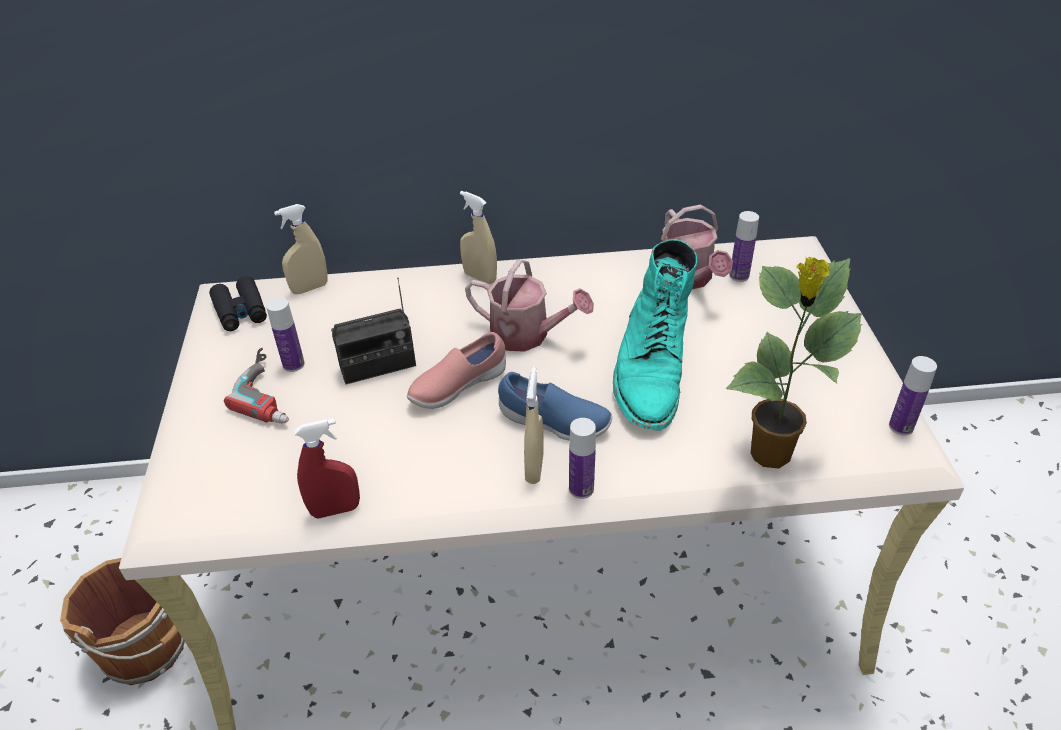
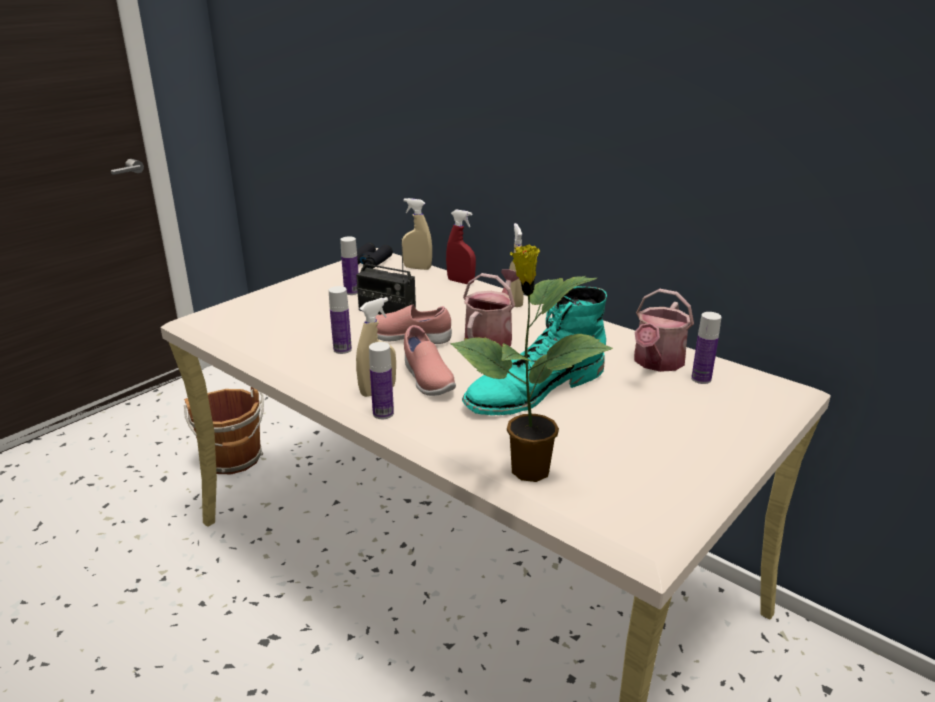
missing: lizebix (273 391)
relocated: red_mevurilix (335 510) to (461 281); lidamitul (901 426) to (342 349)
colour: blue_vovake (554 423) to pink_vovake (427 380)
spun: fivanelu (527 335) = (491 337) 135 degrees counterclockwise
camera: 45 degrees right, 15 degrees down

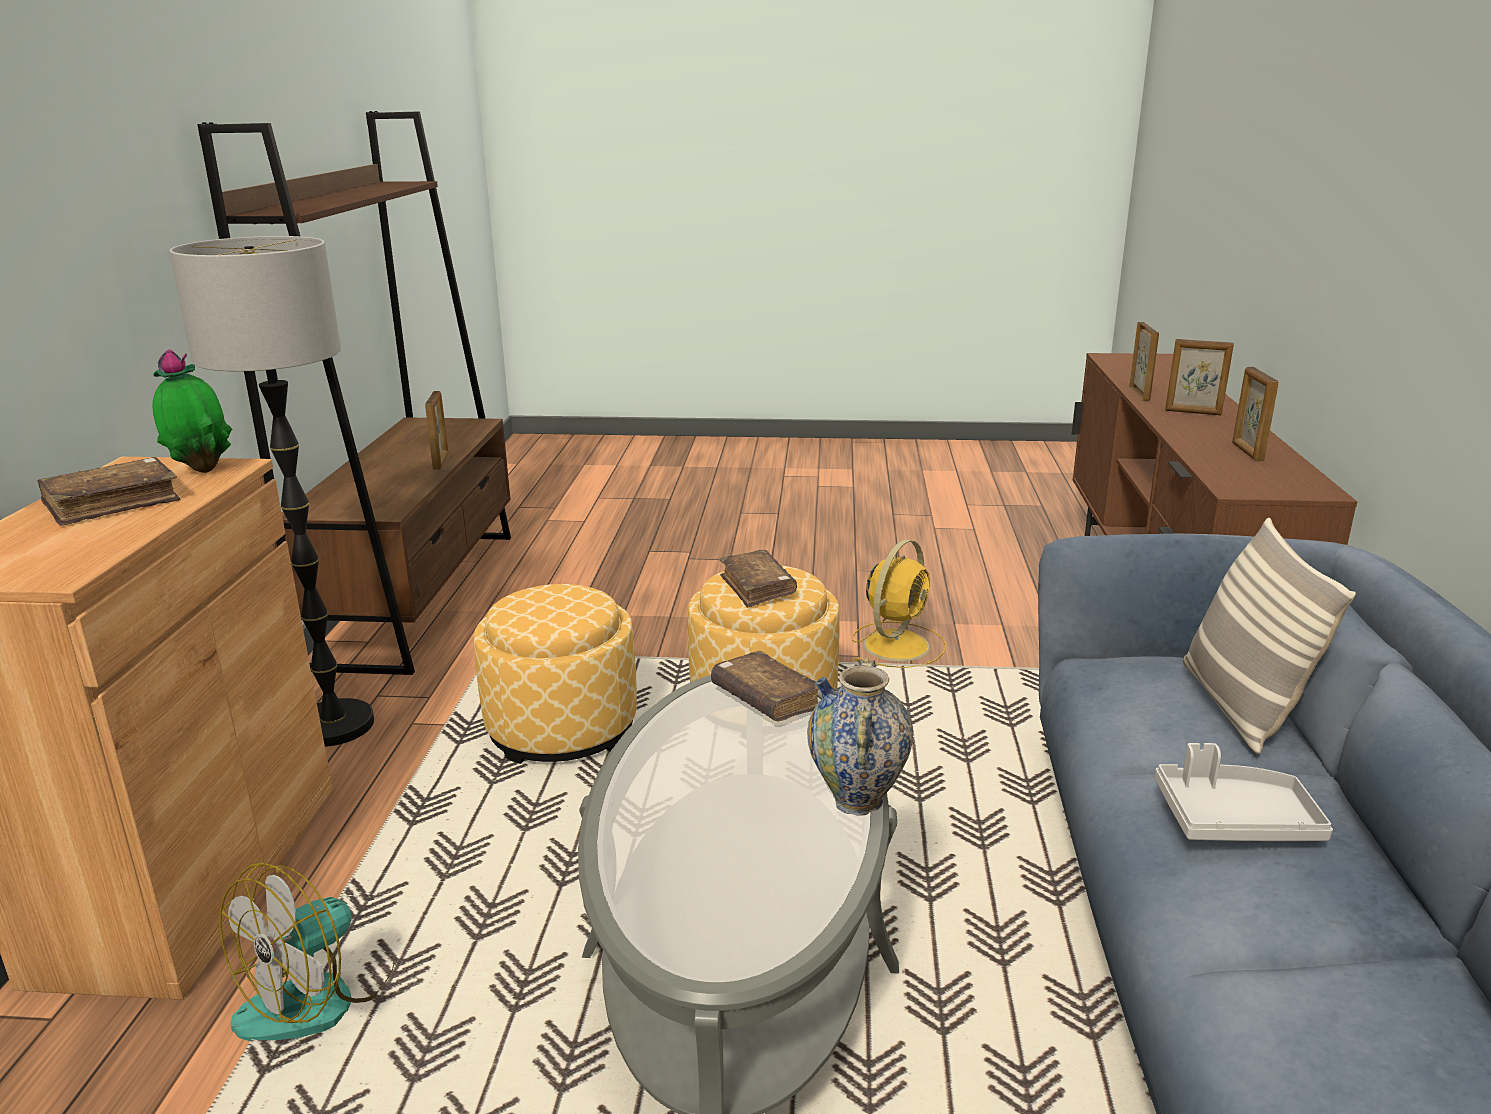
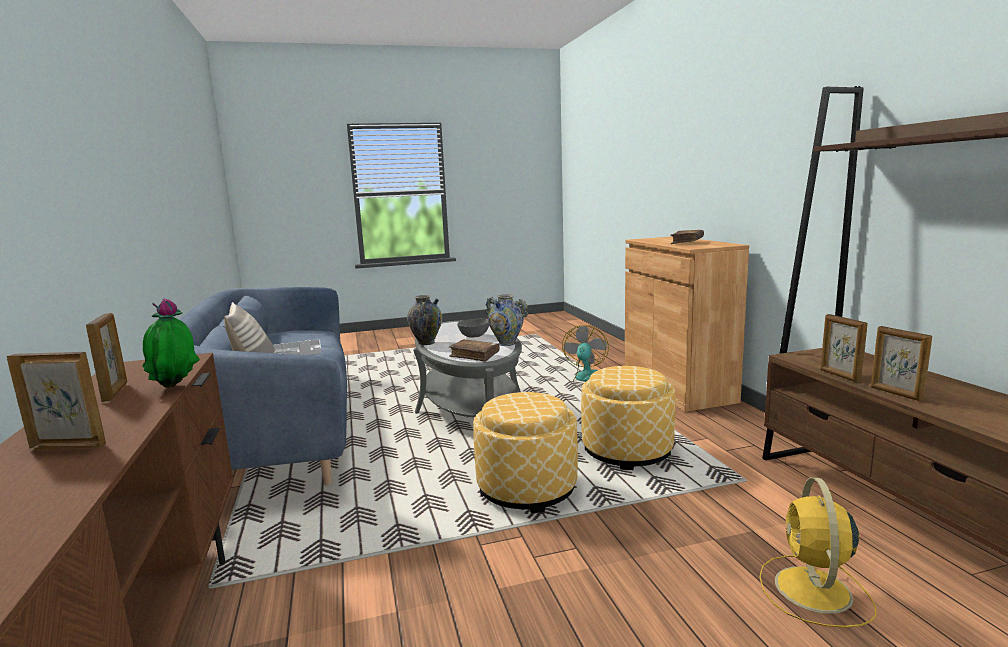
missing: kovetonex (334 725); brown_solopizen (757 587)
appeared: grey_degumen (475 336); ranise (507 343)
relocated: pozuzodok (201 470) to (175 387); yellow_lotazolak (898 644) to (813 591); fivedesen (1139 394) to (839 375)
camera: 160 degrees right, 10 degrees down

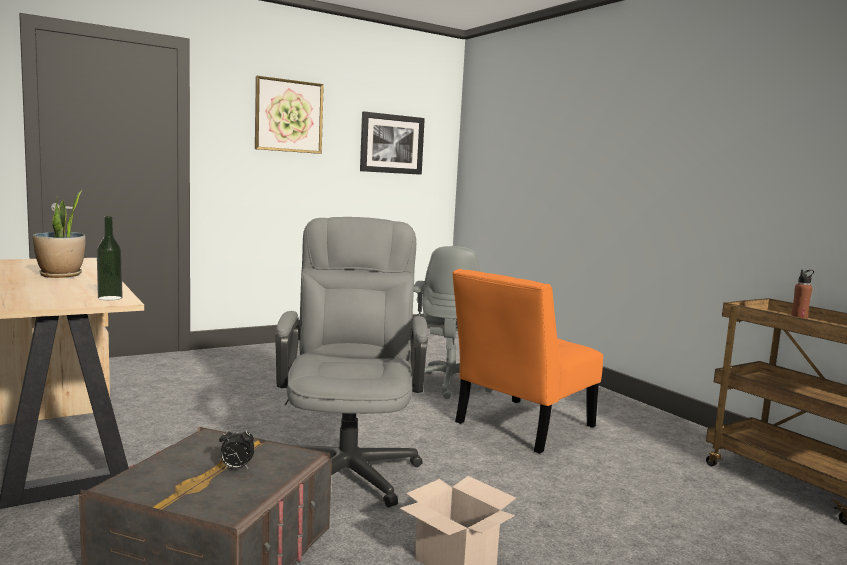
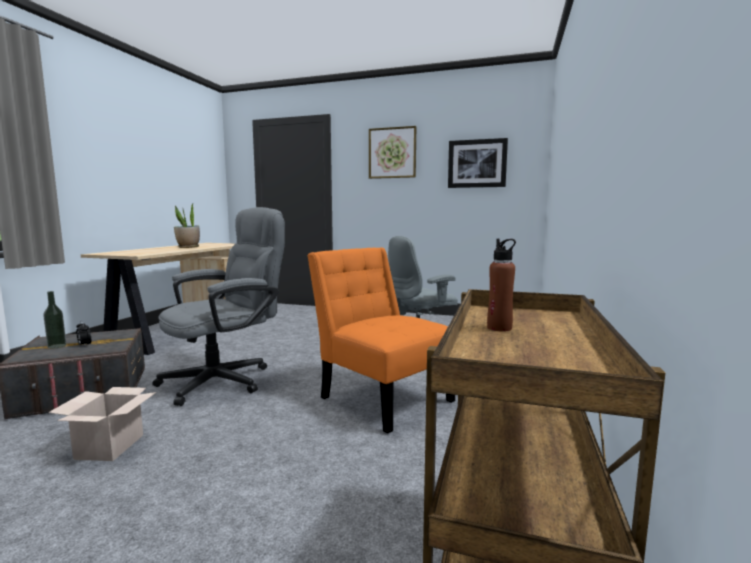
relocated: lidamitul (110 298) to (57 346)
spun: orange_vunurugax (520 427) = (382 397) 45 degrees clockwise
camera: 50 degrees right, 0 degrees up

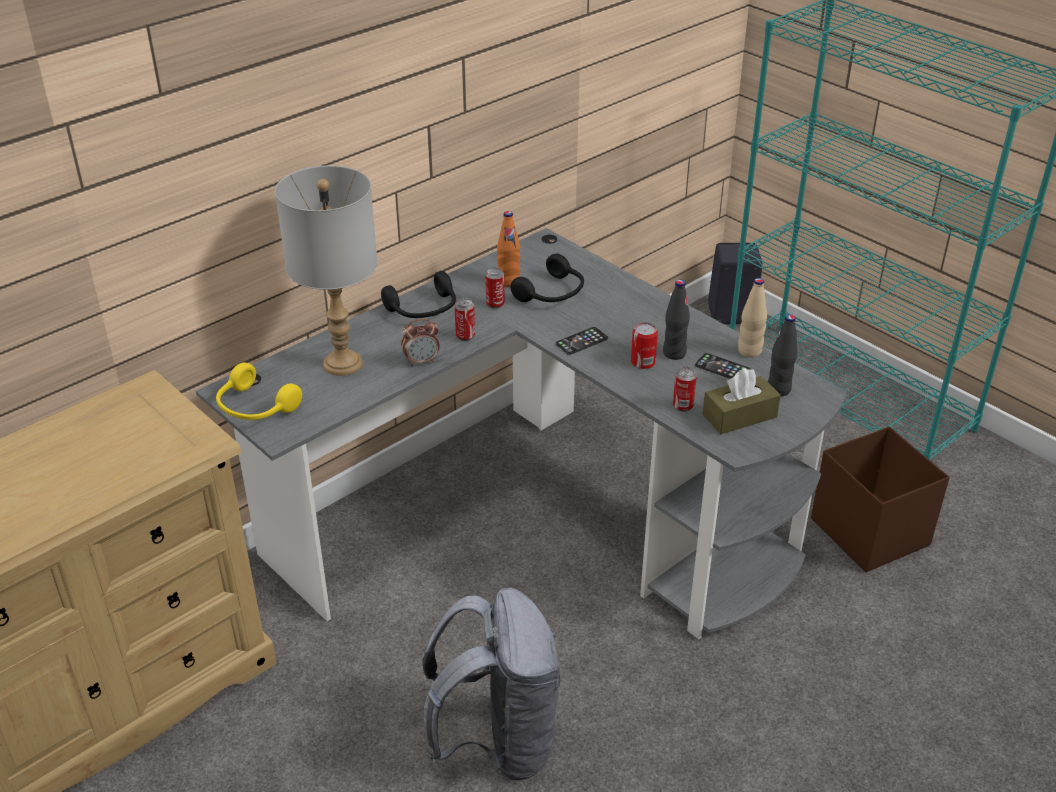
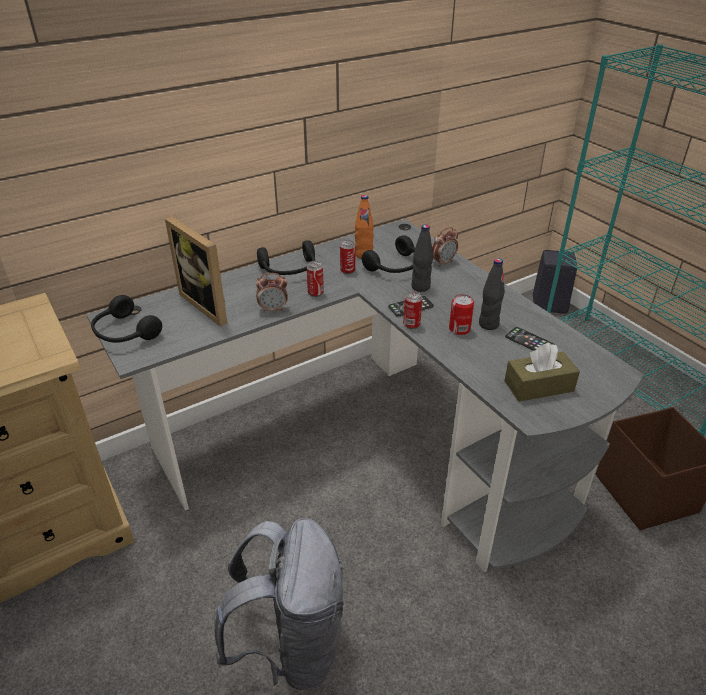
missing: beige_lidamitul (749 351)
appeared: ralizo (443 262)
relocated: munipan (683 406) to (411 324); black_lidamitul (778 389) to (420 287)
exchanged: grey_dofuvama (343 363) to fivedesen (210 305)
colour: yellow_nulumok (254 408) to black_nulumok (124 333)
camera: 10 degrees right, 0 degrees up

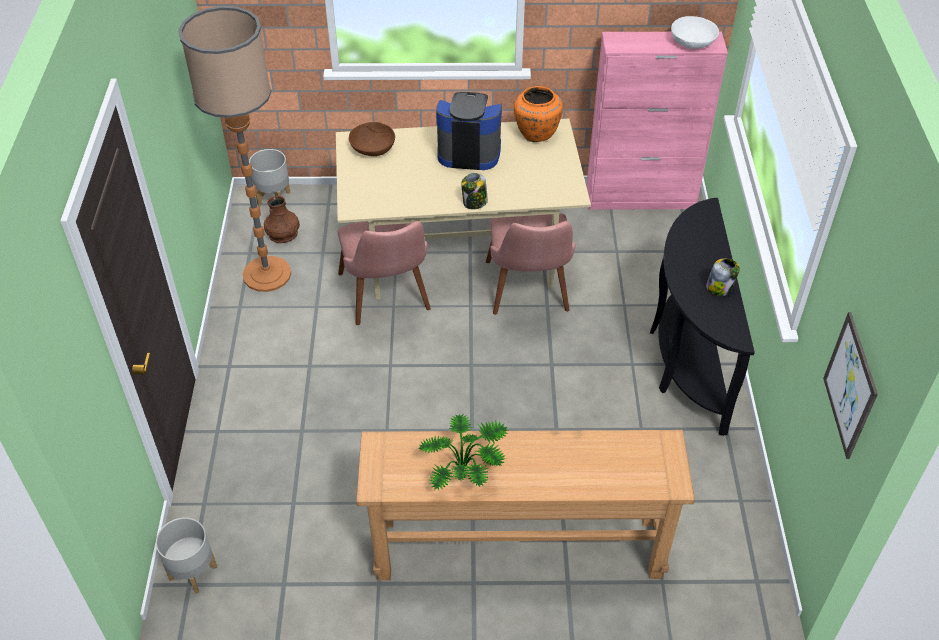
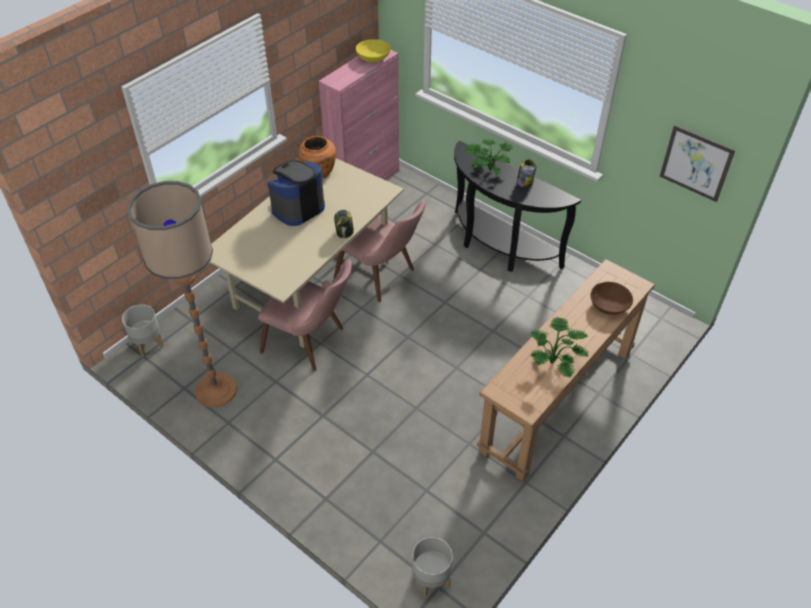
missing: brown_ranise (283 234)
appeared: pozuzodok (486 170)
relocated: brown_degumen (372 148) to (609 305)
colour: white_degumen (693 42) to yellow_degumen (373 57)
camera: 50 degrees left, 0 degrees up

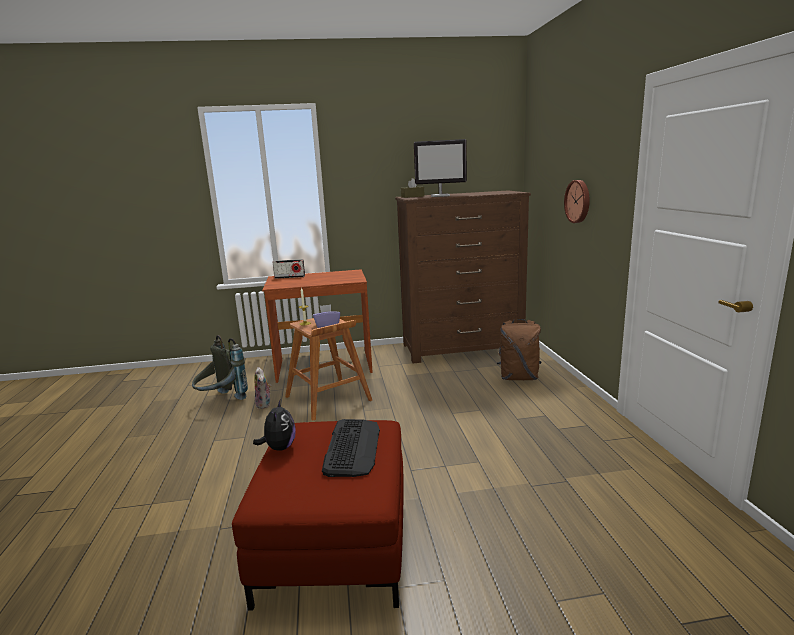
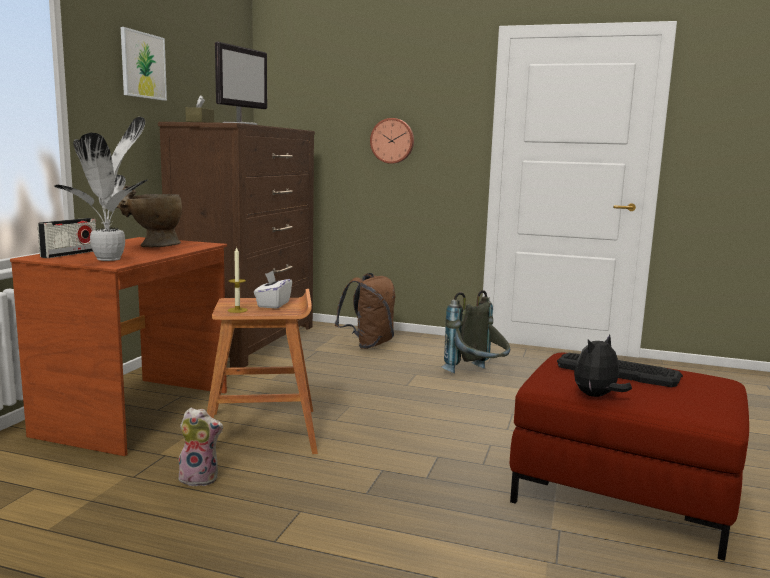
appeared: pozuzodok (111 259); beige_ranise (153 246); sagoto (143 65)
relocated: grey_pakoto (221 401) to (477 376)
colour: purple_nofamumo (327 325) to white_nofamumo (273 304)
spun: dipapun (279 448) = (597 396) 60 degrees counterclockwise
camera: 65 degrees left, 5 degrees down

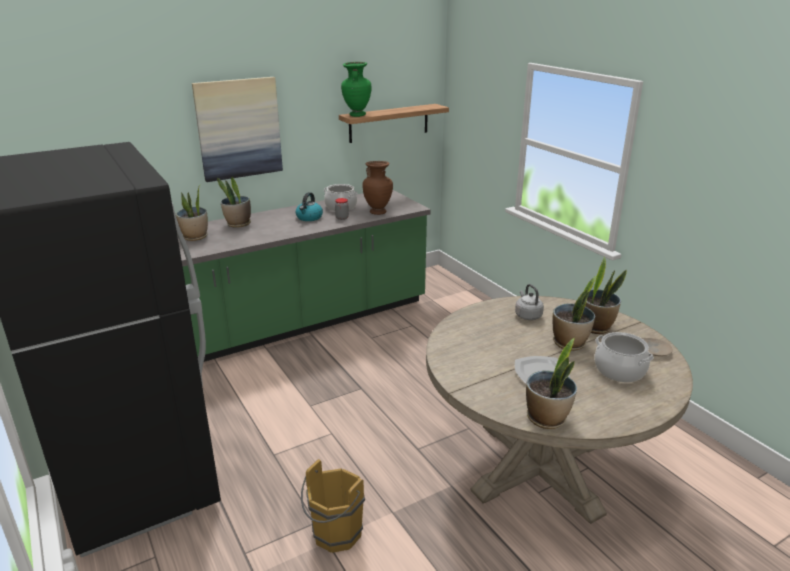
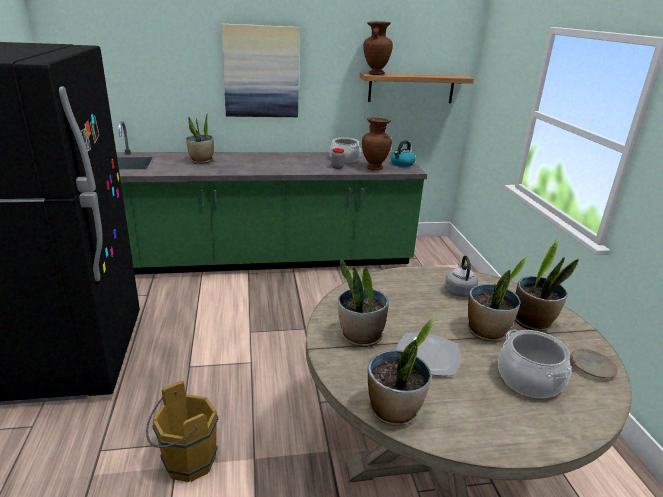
relocated: pozuzodok (238 224) to (360 337); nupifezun (309 218) to (402 164)
colour: green_ranise (357 115) to brown_ranise (375 74)
camera: 20 degrees right, 0 degrees up

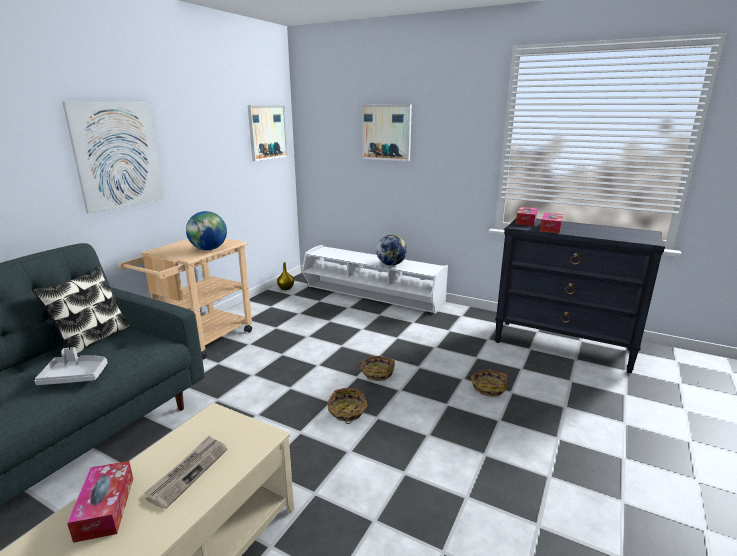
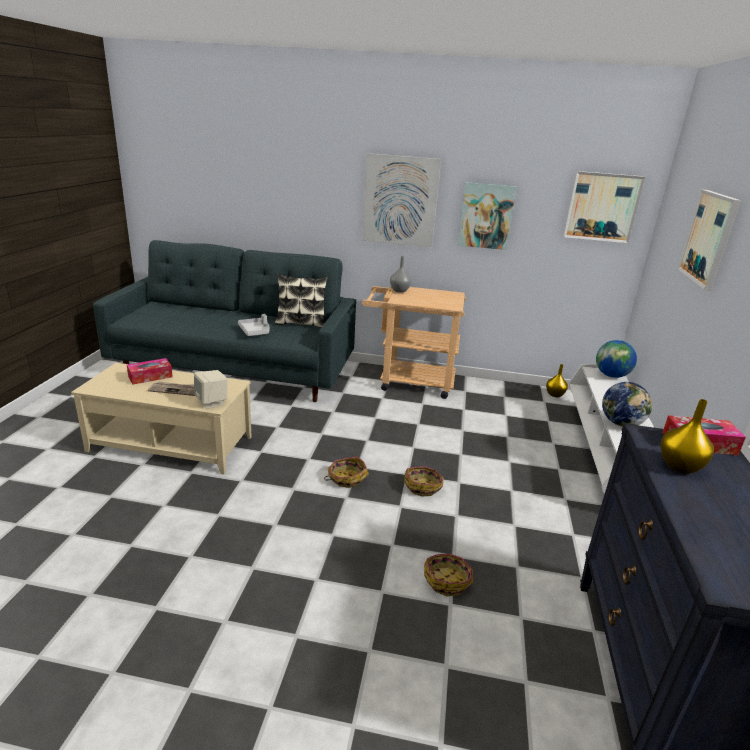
appeared: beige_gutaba (212 402); grey_ranise (400 291); sagoto (486 216)
relocated: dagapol (209 249) to (611 376)
exchanged: nofamumo (550 228) to yellow_ranise (680 466)
camera: 70 degrees right, 5 degrees up

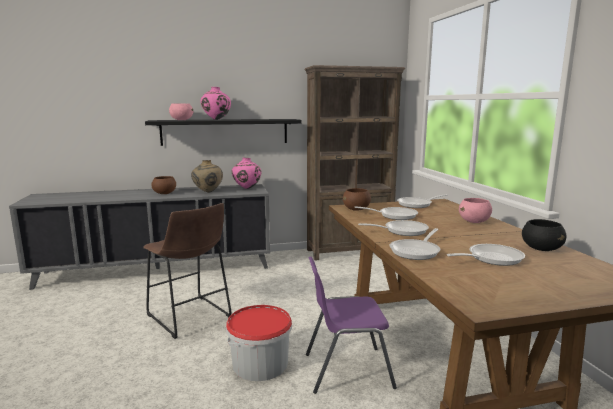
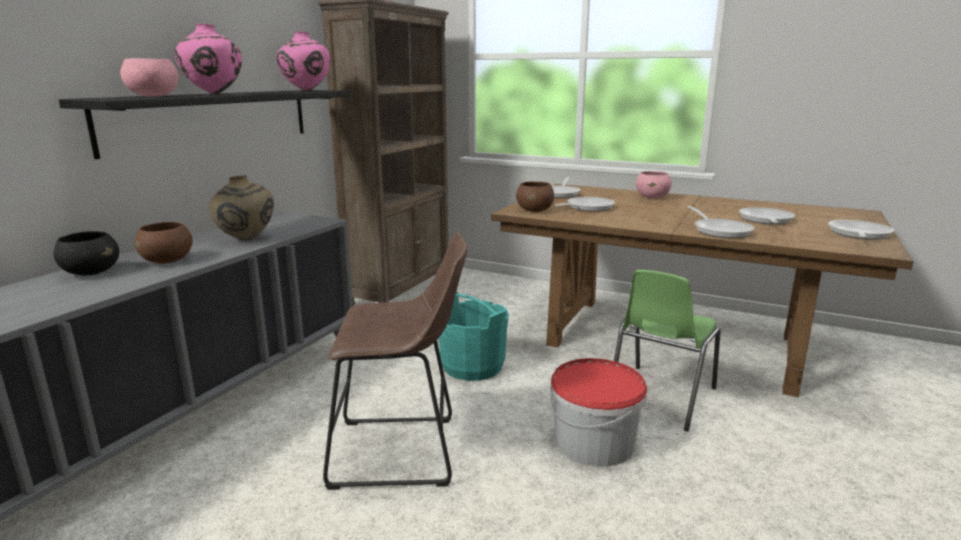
appeared: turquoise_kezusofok (472 366)
relocated: pink_ranise (246 188) to (306 90); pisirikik (401 231) to (858 234); black_degumen (541 249) to (91 273)
colour: purple_vunurugax (346 370) to green_vunurugax (659 397)
camera: 50 degrees left, 5 degrees up

